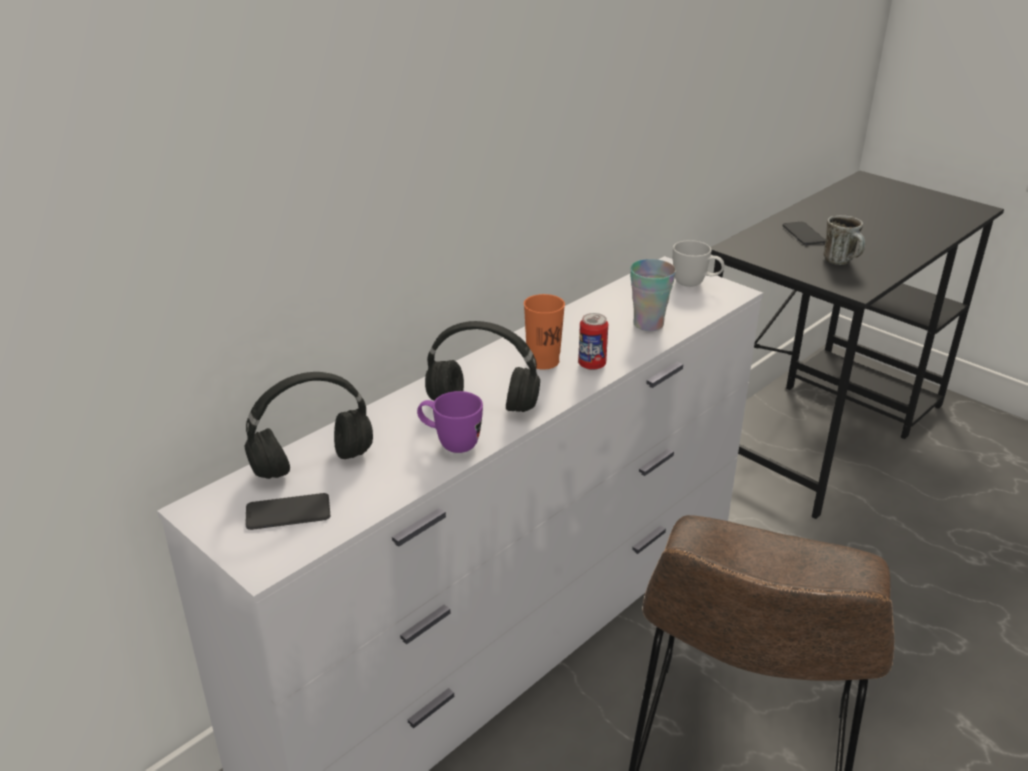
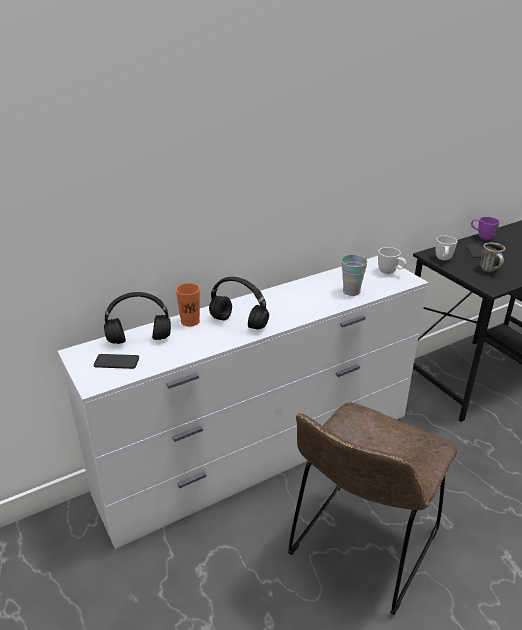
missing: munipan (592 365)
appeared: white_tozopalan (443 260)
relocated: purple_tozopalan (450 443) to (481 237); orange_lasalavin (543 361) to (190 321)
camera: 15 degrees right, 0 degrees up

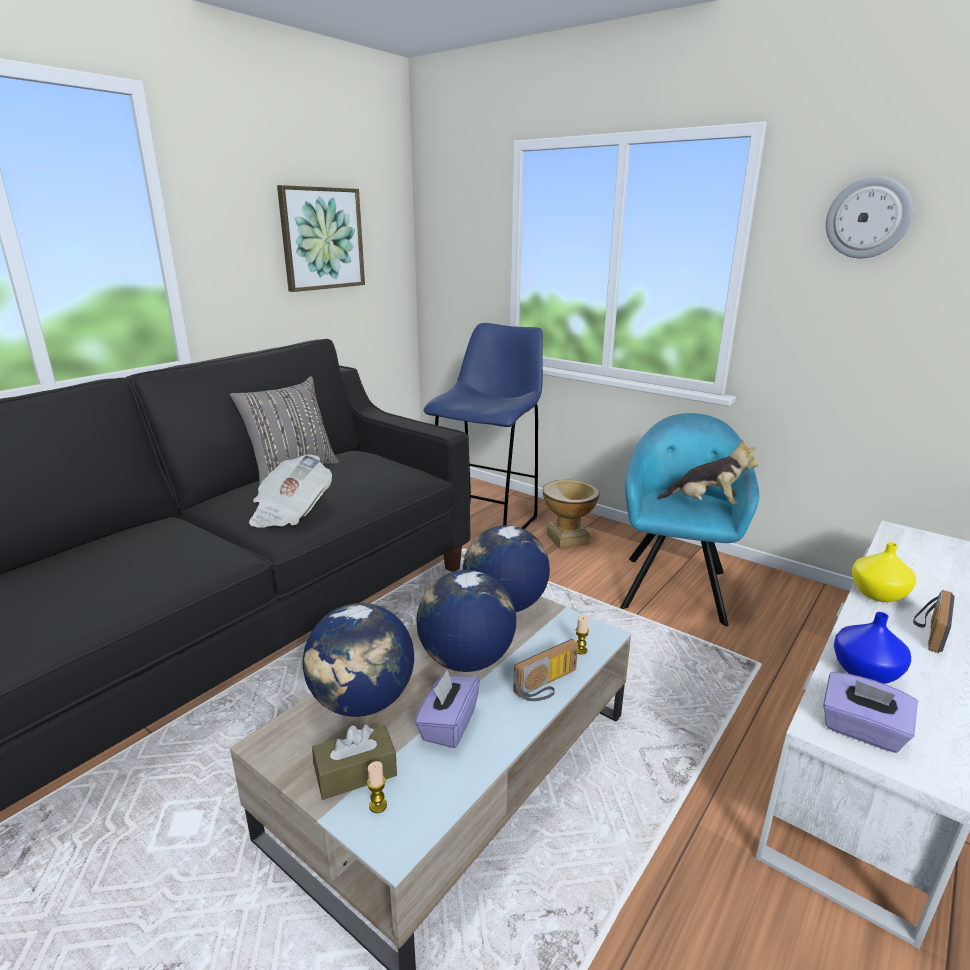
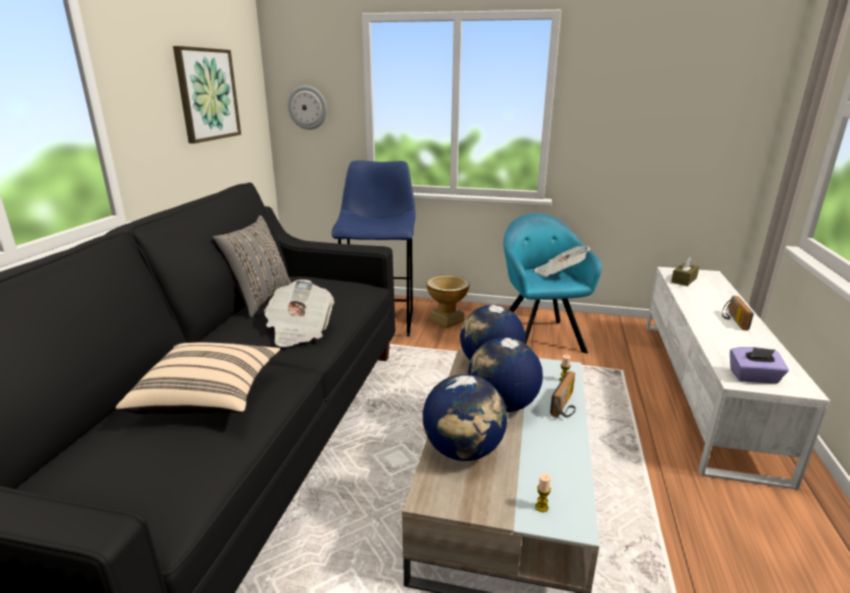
missing: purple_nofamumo (448 725); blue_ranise (865 671); yellow_ranise (877 593)
appeared: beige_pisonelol (209 397)
relocated: brown_nofamumo (356 773) to (684 280); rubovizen (868 218) to (307 107)
exchanged: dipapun (706 504) to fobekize (559 274)
camera: 25 degrees left, 0 degrees up

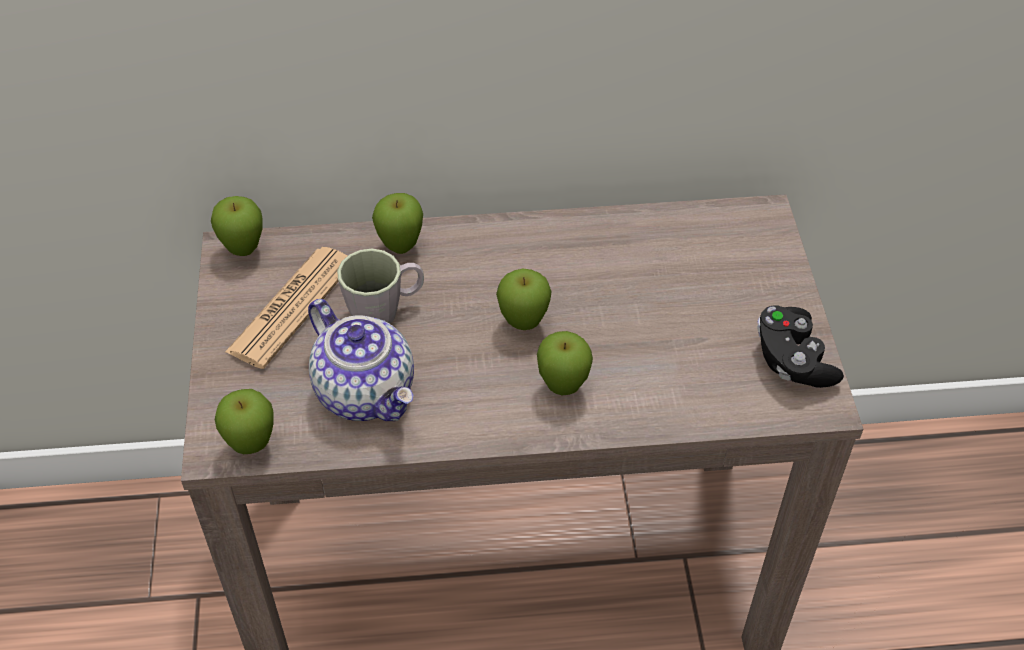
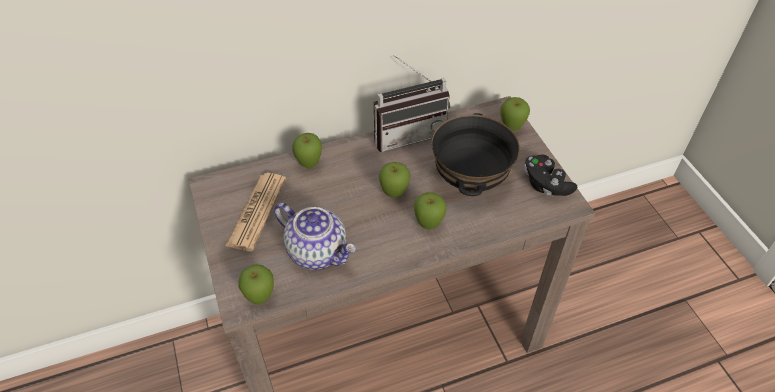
missing: grey_tozopalan (385 310)
appeared: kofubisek (408 133); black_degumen (471 181)
relocated: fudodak (244 251) to (511 128)
camera: 15 degrees left, 0 degrees up

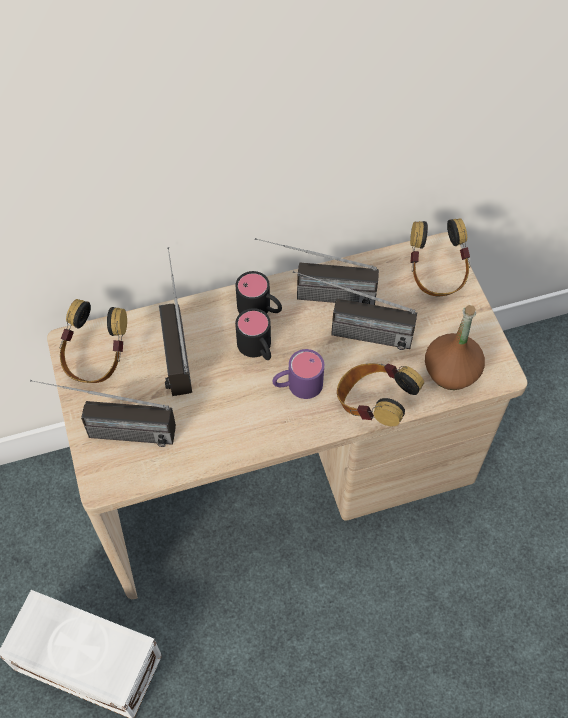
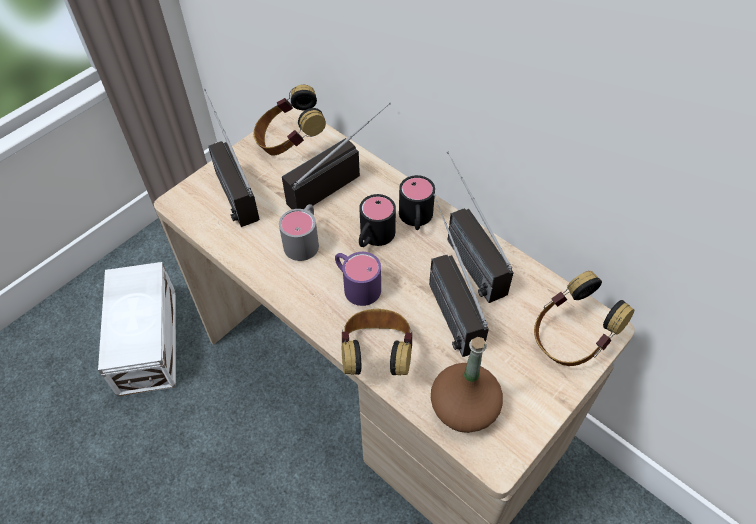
appeared: grey_tozopalan (304 240)
camera: 60 degrees right, 5 degrees down

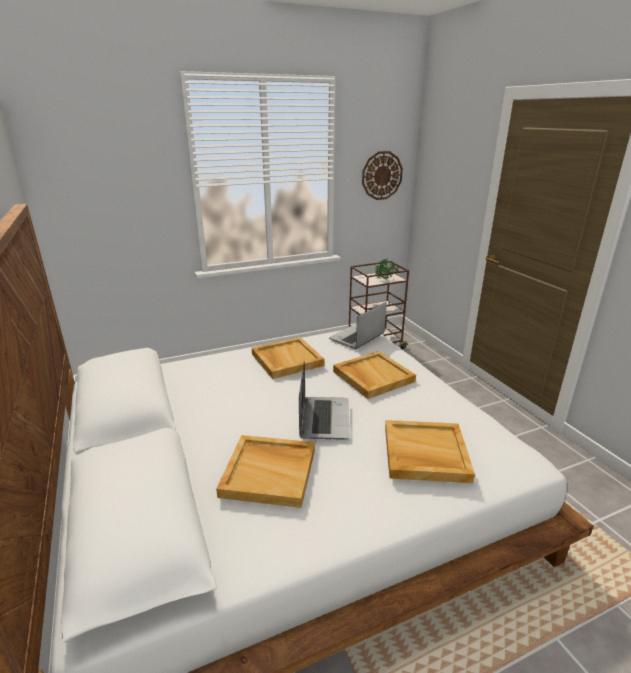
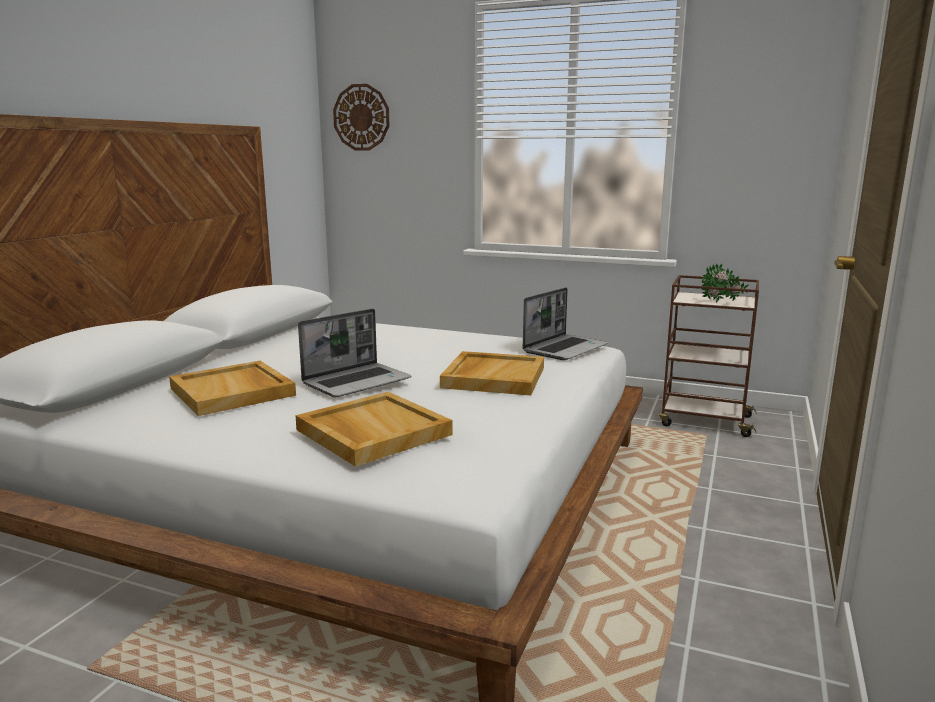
missing: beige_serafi (286 359)
relocated: rubovizen (382 175) to (361 117)
spun: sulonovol (357 337) = (565 349) 135 degrees clockwise
camera: 45 degrees right, 10 degrees down

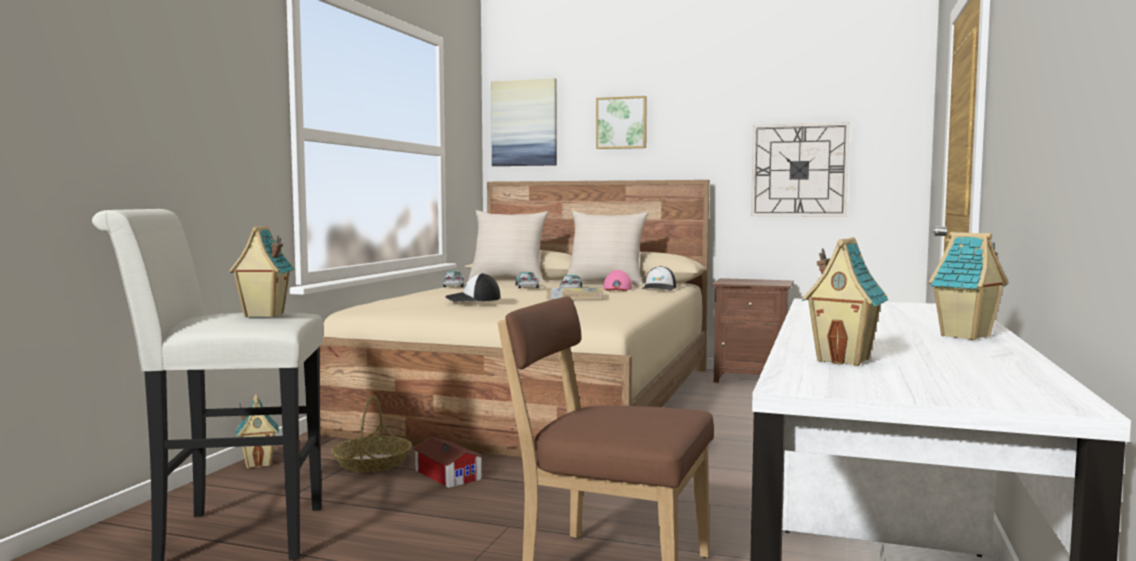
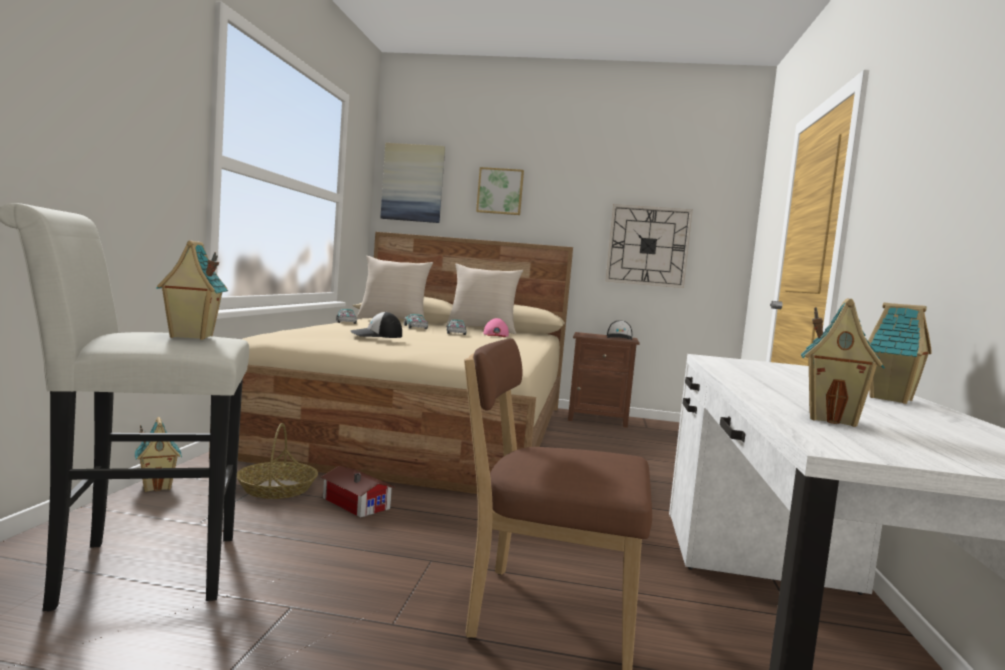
missing: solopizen (574 297)
relocated: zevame (659 288) to (619 338)
camera: 10 degrees left, 0 degrees up

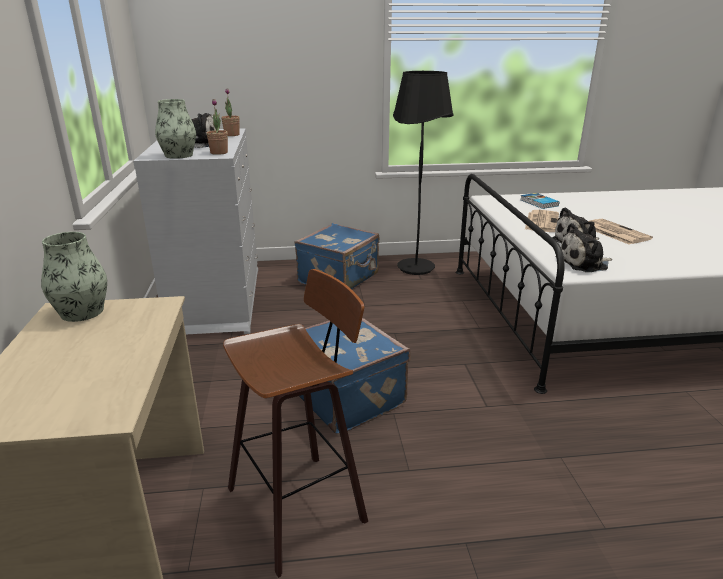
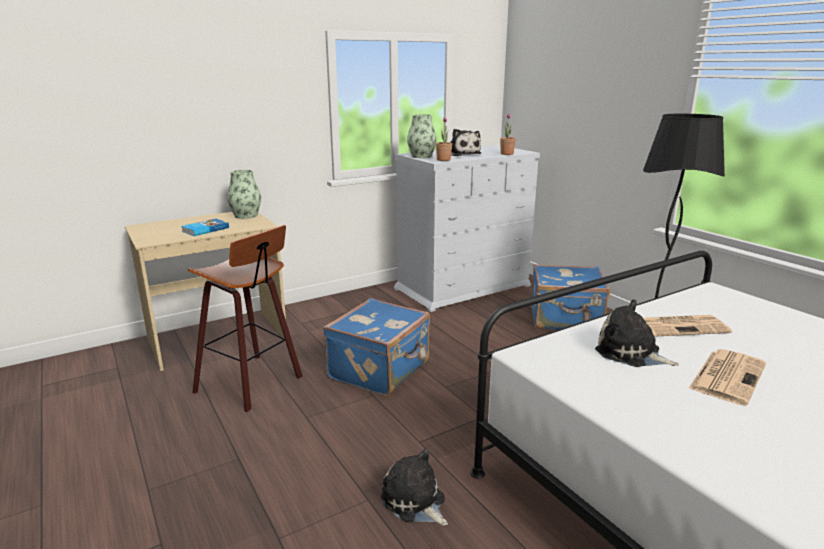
relocated: solopizen (538 203) to (205 229); dipapun (584 263) to (415 502)
camera: 65 degrees right, 5 degrees down

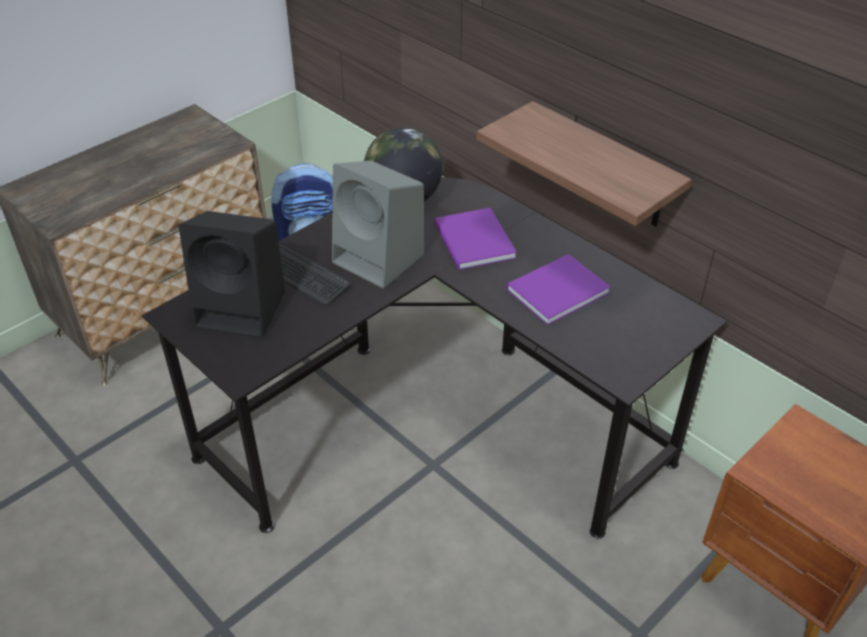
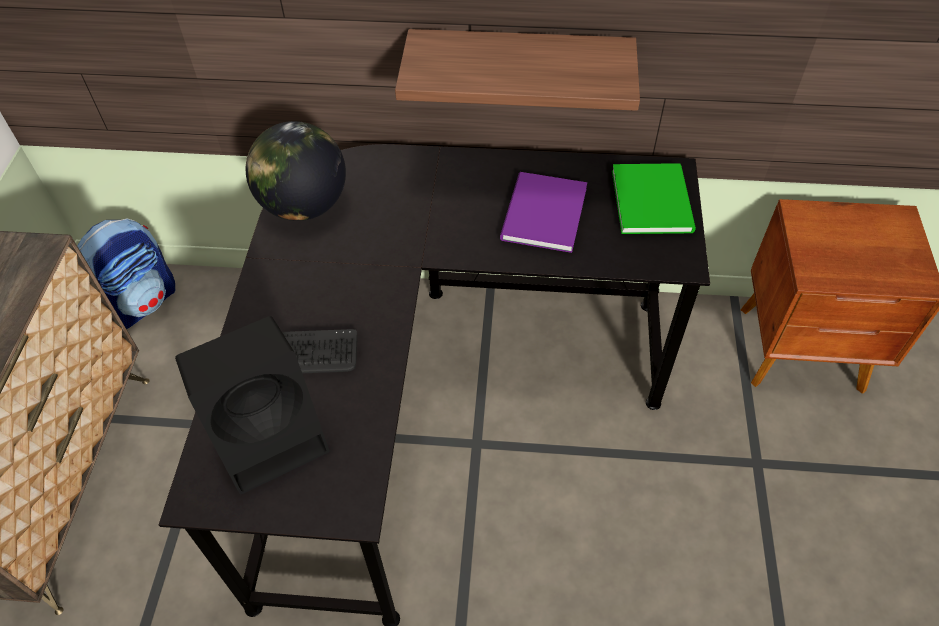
missing: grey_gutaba (380 259); purple_solopizen (473 243)
appeared: green_solopizen (653 198)
camera: 40 degrees left, 10 degrees up

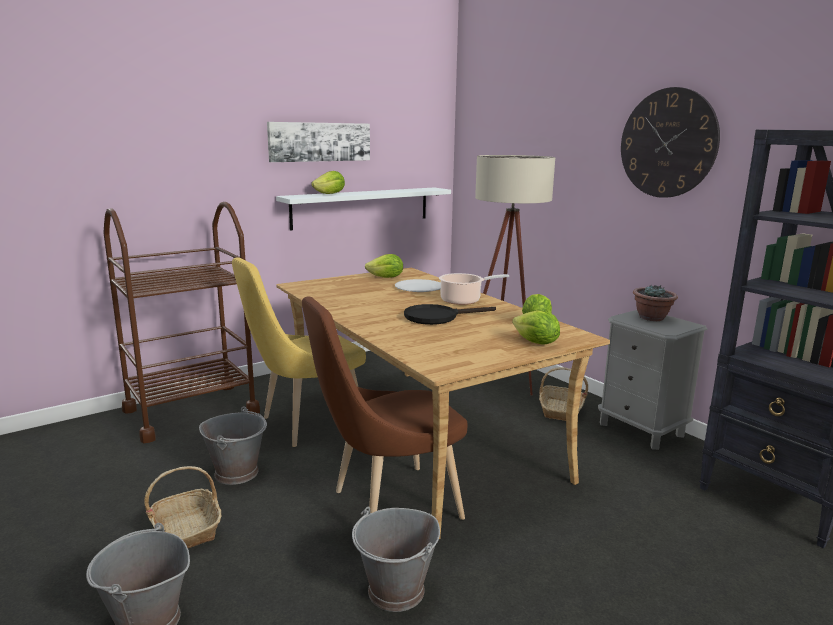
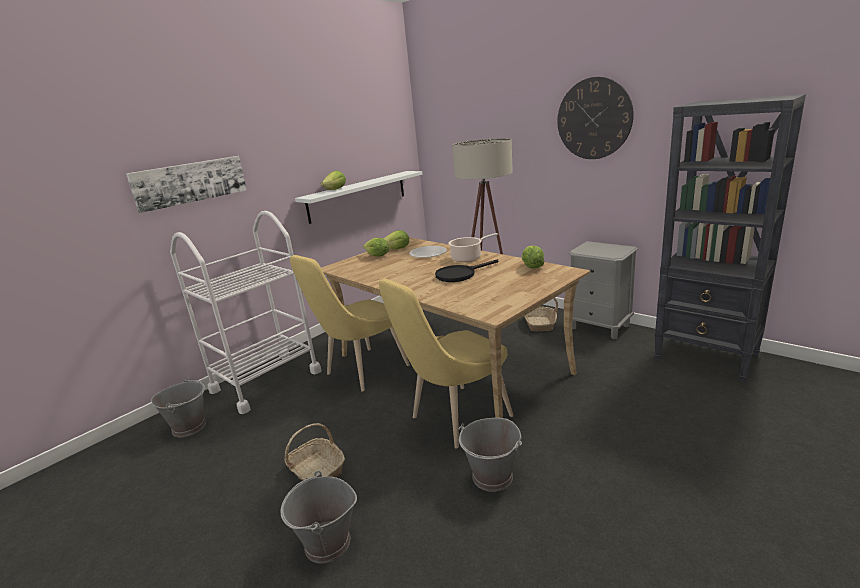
missing: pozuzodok (652 318)
relocated: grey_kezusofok (237 472) to (189 426); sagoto (320 142) to (190 182); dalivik (536 343) to (377 256)
colour: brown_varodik (191 411) to white_varodik (266 381); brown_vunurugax (388 506) to yellow_vunurugax (455 419)
camera: 10 degrees left, 5 degrees up

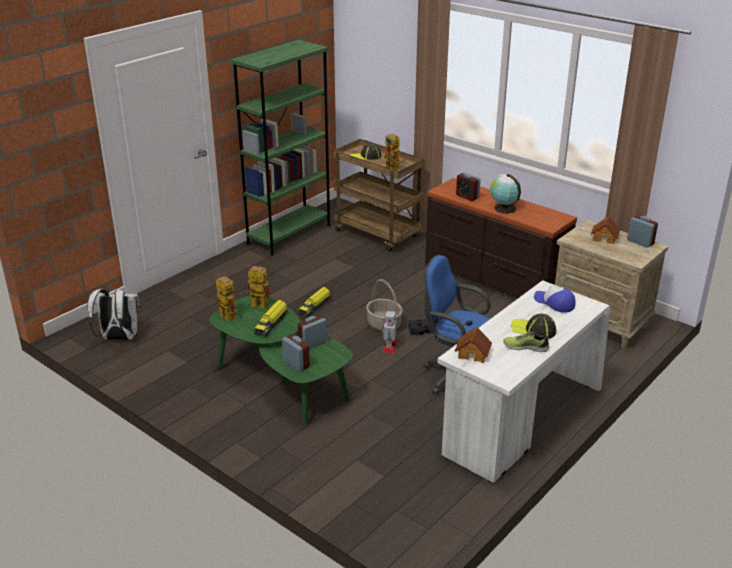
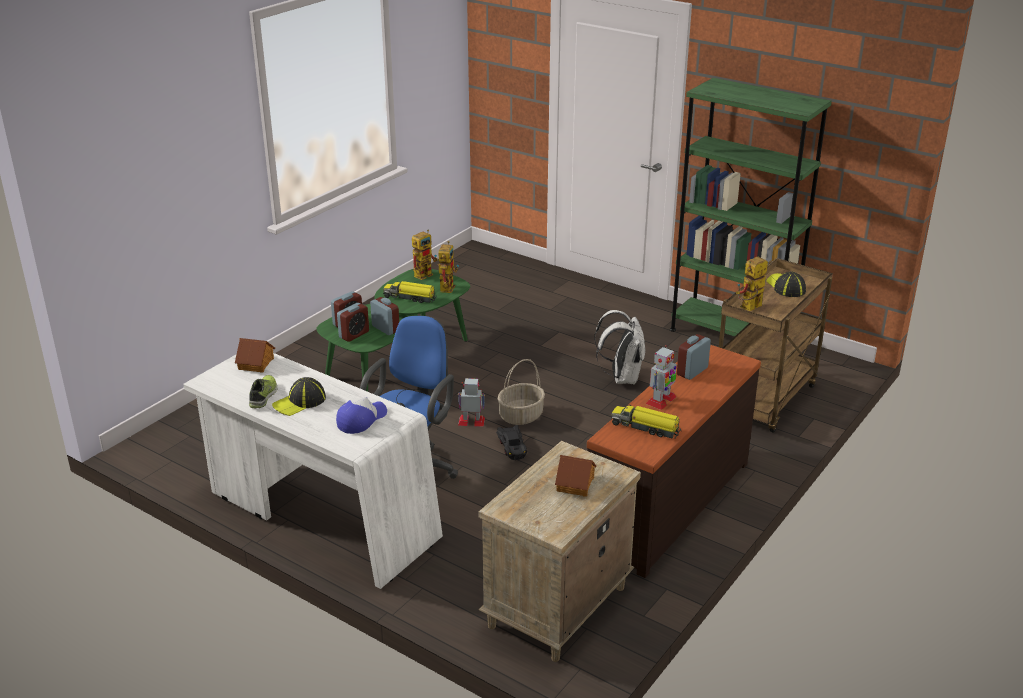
relocated: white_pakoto (118 338) to (622 377); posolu (315 306) to (646 428); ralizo (640 242) to (354 334)
exchanged: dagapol (503 208) to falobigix (661 400)
spun: zevame (533 330) = (299 402) 150 degrees counterclockwise
camera: 85 degrees right, 0 degrees up

